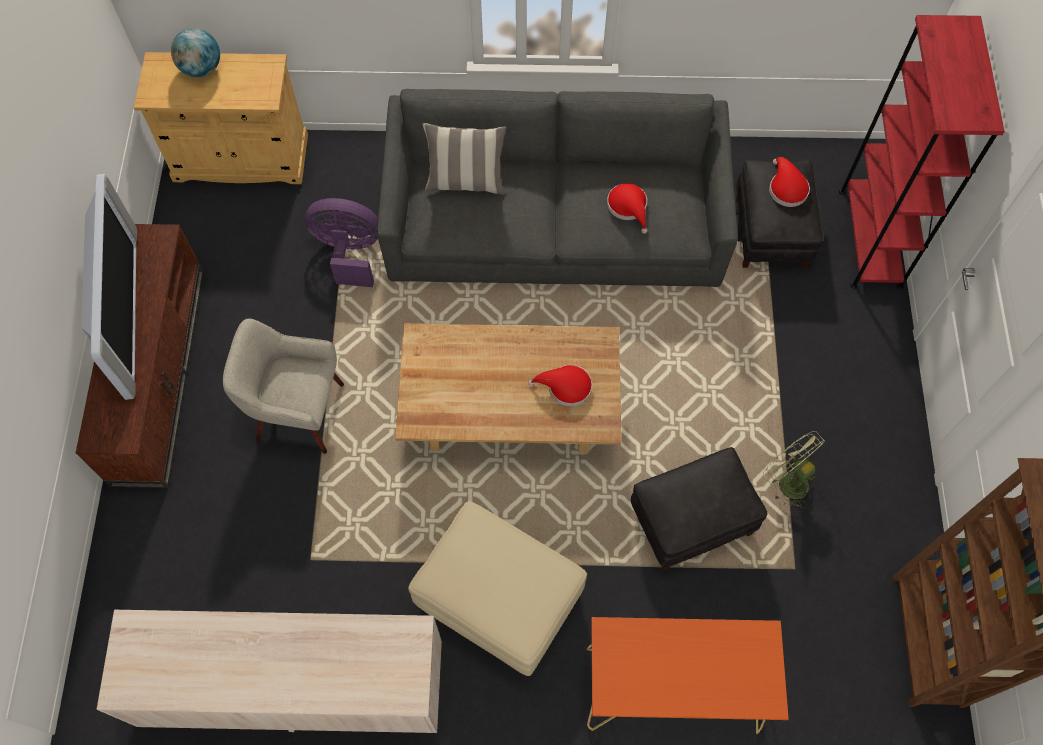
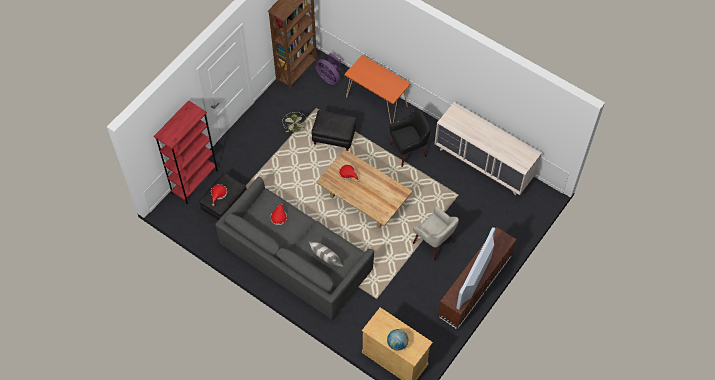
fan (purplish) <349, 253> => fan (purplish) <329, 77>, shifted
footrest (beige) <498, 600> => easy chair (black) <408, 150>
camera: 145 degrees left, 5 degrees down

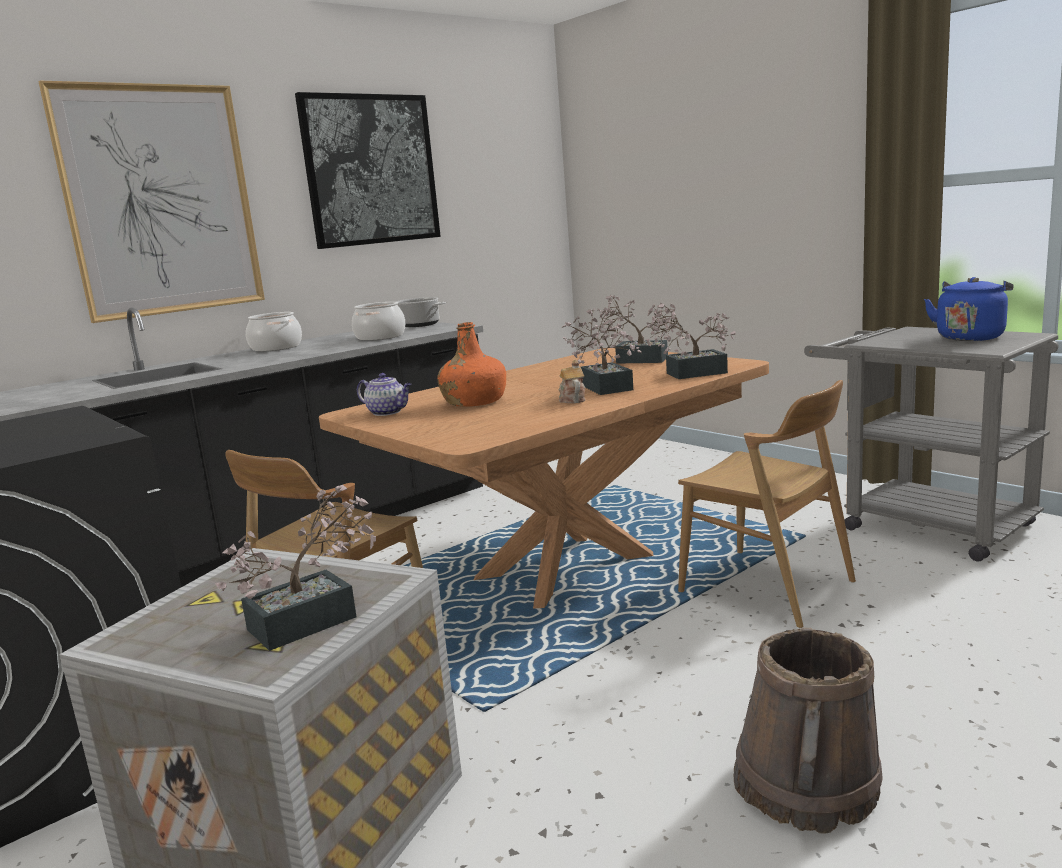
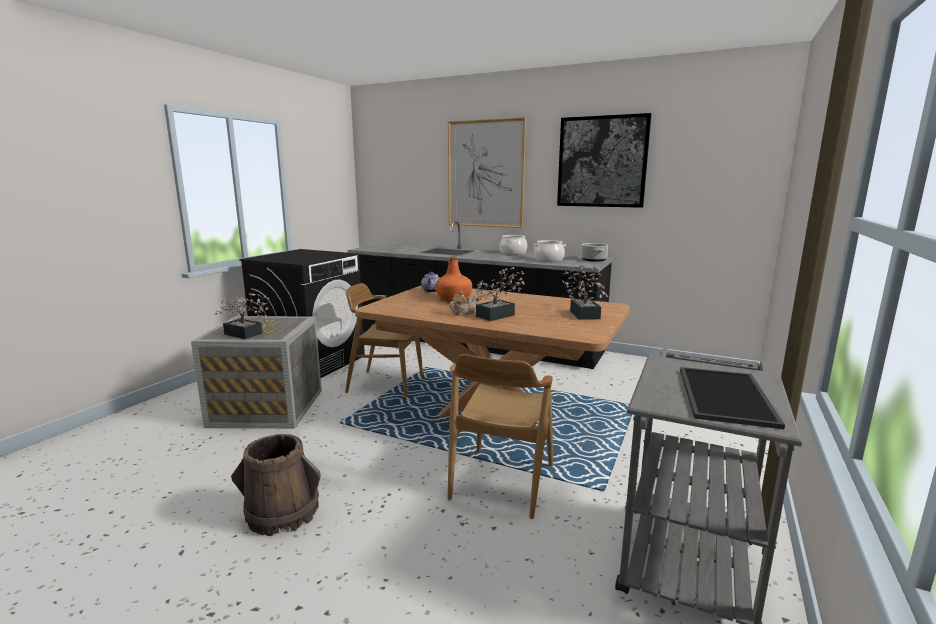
potted plant <689, 374> => nothing
kettle (bluish) <970, 337> => serving tray <727, 397>
camera: 65 degrees right, 0 degrees up

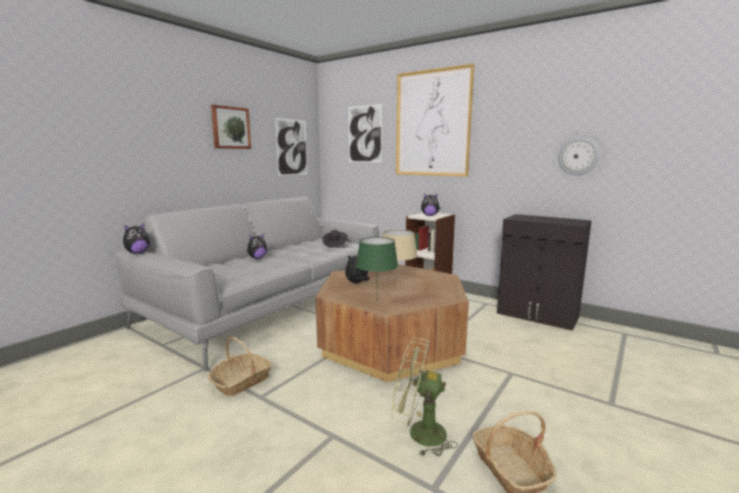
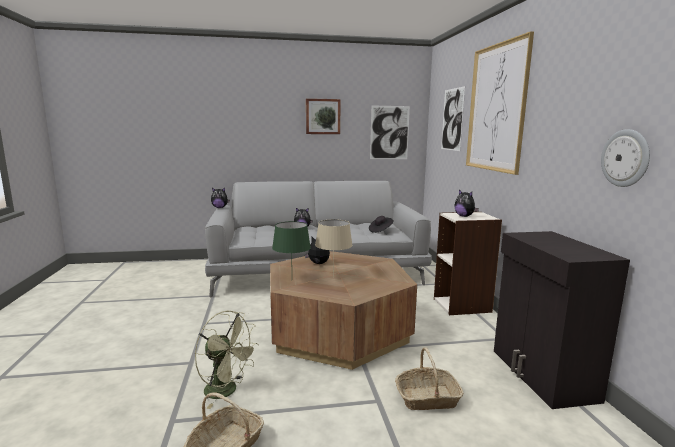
household basket <241, 381> => household basket <427, 398>, shifted
fan (green-coloured) <418, 434> => fan (green-coloured) <227, 391>, 150 degrees clockwise
camera: 45 degrees right, 0 degrees up

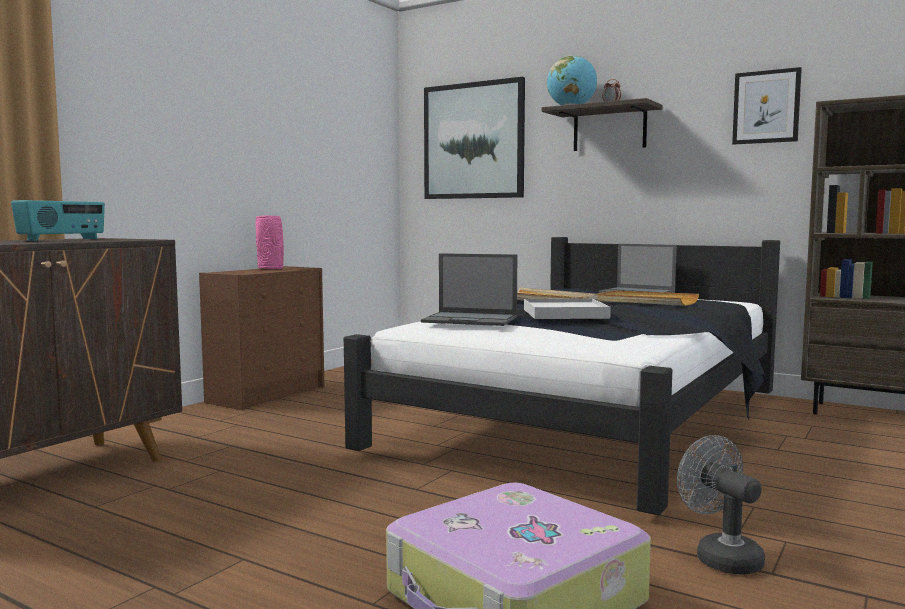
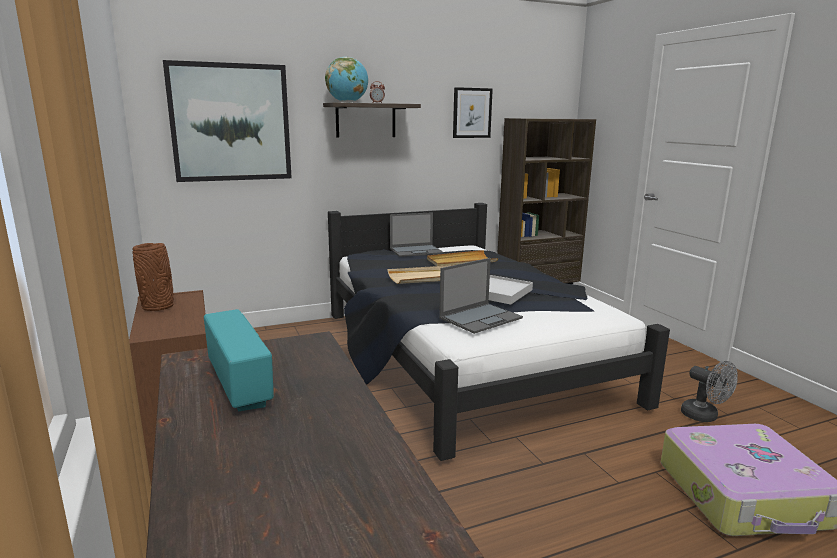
decorative vase (pink) <271, 268> => decorative vase (brown-coloured) <159, 307>
fan (gray) <720, 556> => fan (gray) <704, 417>, 135 degrees counterclockwise
camera: 55 degrees left, 10 degrees up

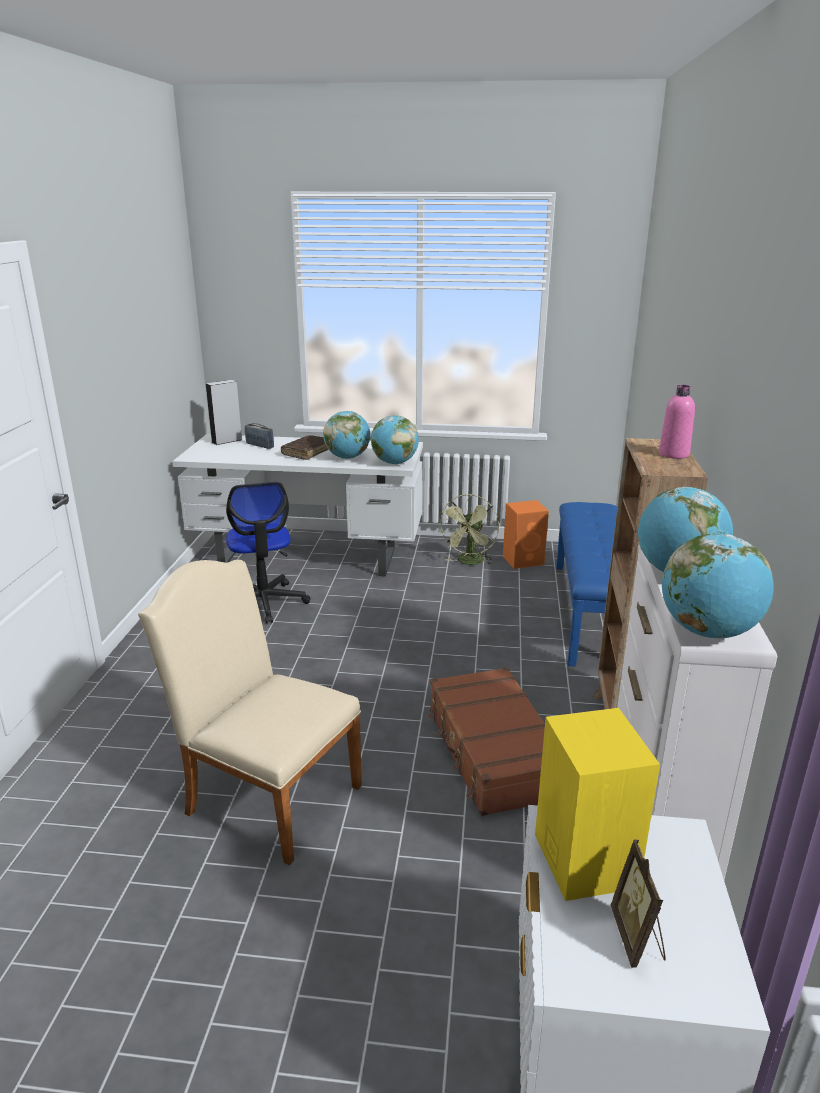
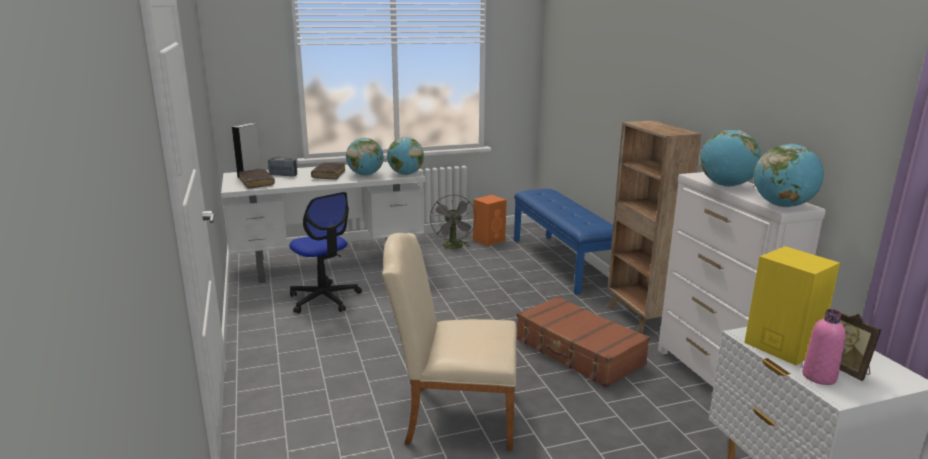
nothing => book (brown-coloured) <257, 183>
beverage bottle (pink) <673, 454> => beverage bottle (pink) <819, 377>, shifted
fan (green-coloured) <469, 562> => fan (gray) <454, 247>
camera: 25 degrees left, 5 degrees down

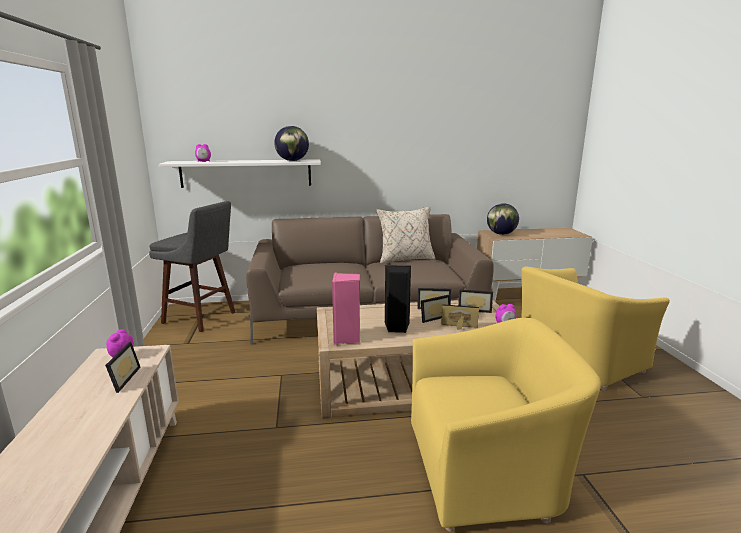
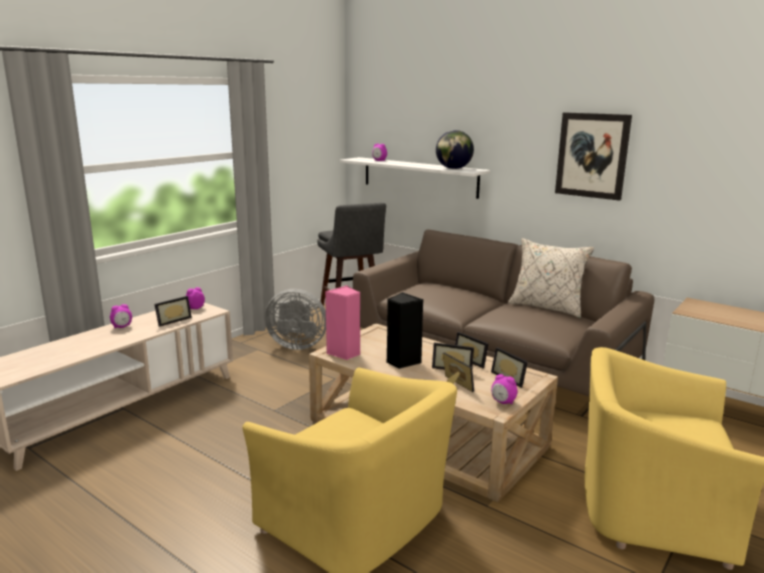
desk globe <501, 234> => nothing
nothing => bedside clock <122, 327>
nothing => fan (gray) <297, 345>
nothing => picture <592, 155>
camera: 45 degrees right, 0 degrees up

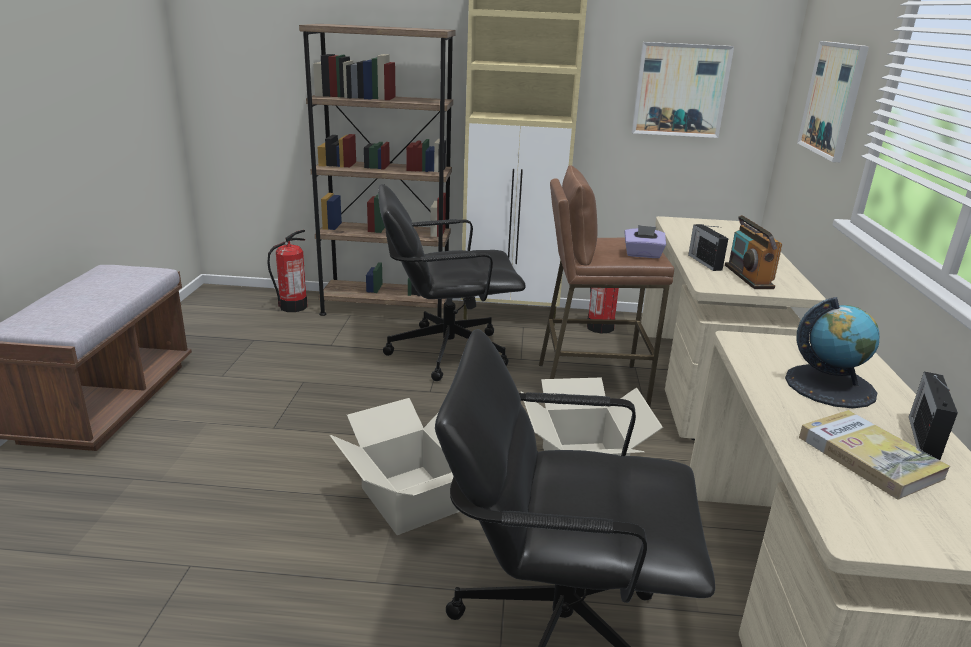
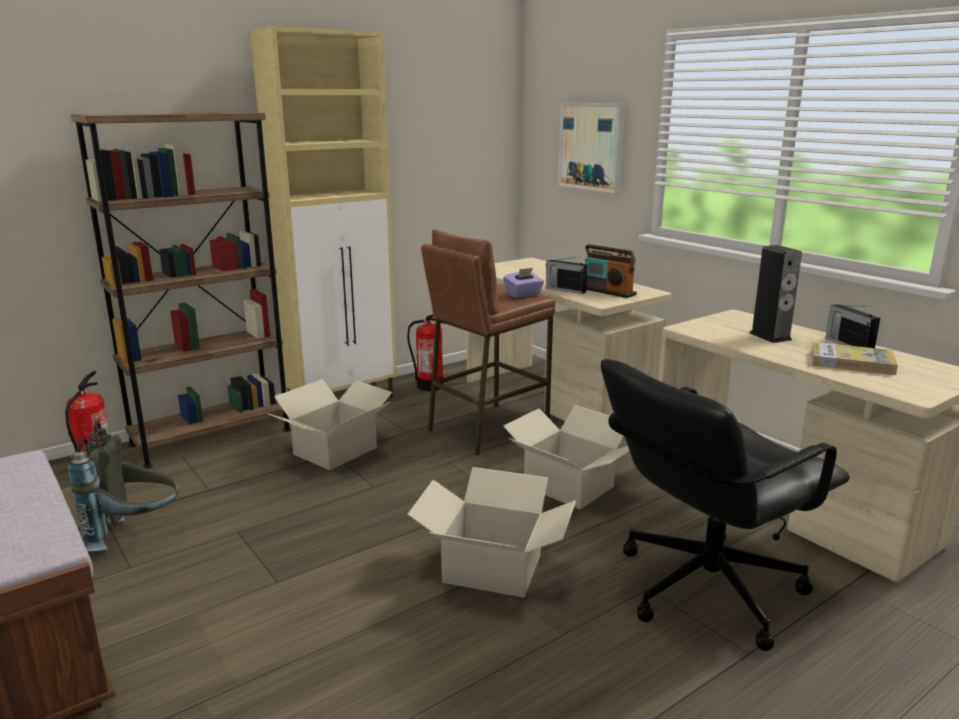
picture <680, 90> => nothing
nothing => knapsack (gray) <136, 534>
office chair (black) <446, 351> => cardboard box <334, 451>
desk globe <830, 386> => audio speaker <770, 336>
camera: 40 degrees left, 5 degrees down

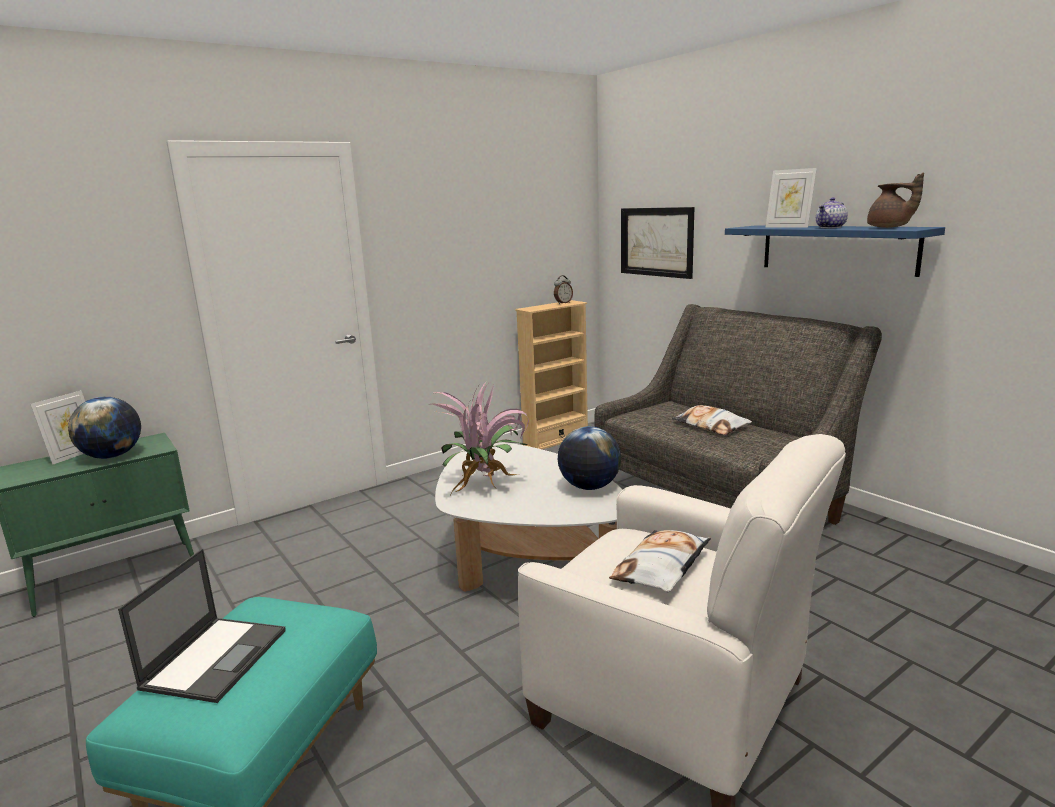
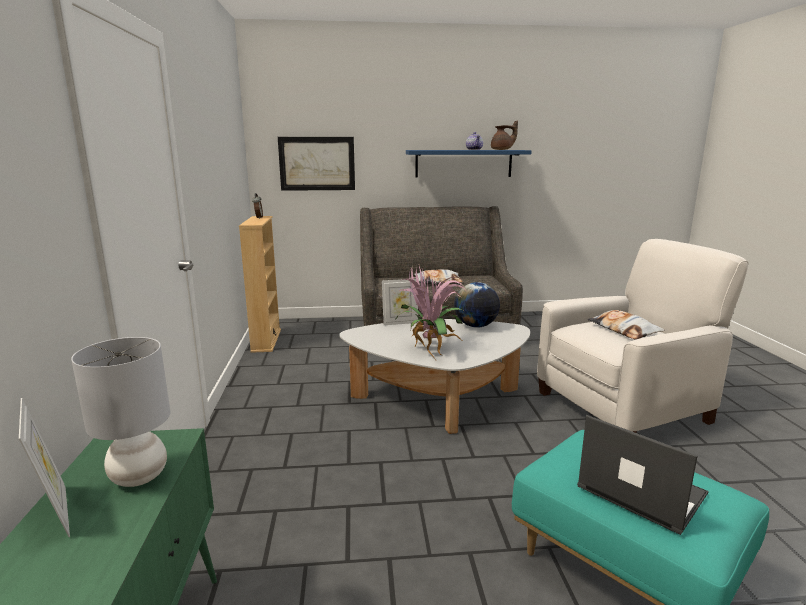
standing frame <788, 227> => standing frame <400, 323>, shifted
desk globe <112, 456> => lamp for a table (gray) <139, 476>
camera: 60 degrees left, 0 degrees up

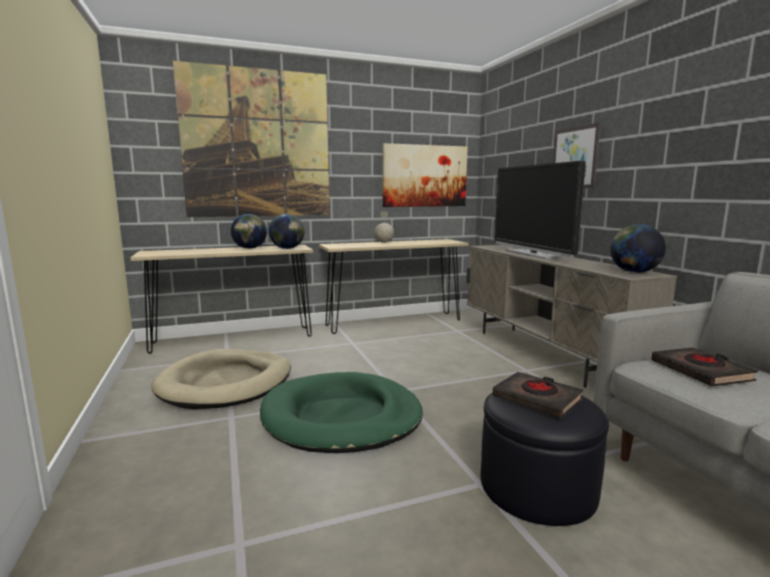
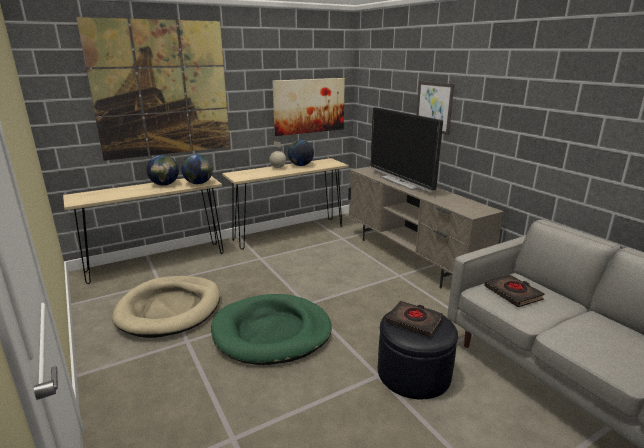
desk globe <634, 272> => desk globe <301, 165>, shifted
camera: 10 degrees left, 10 degrees up

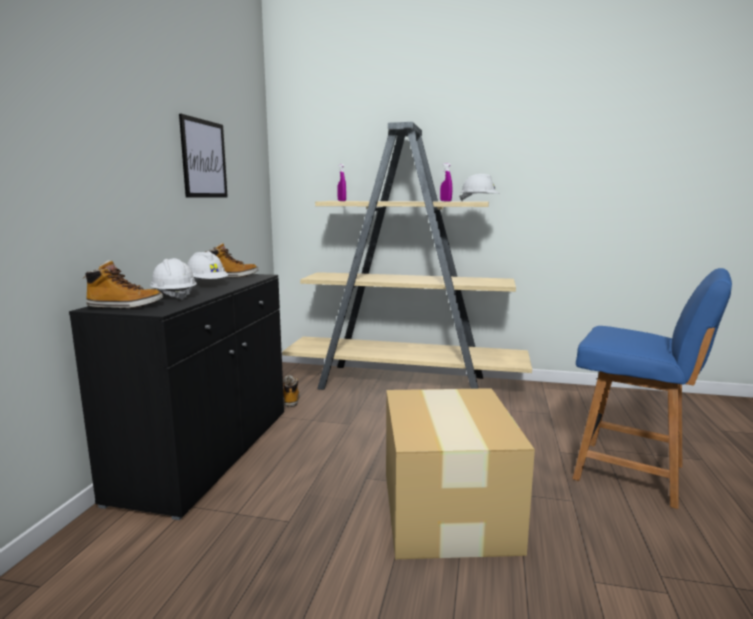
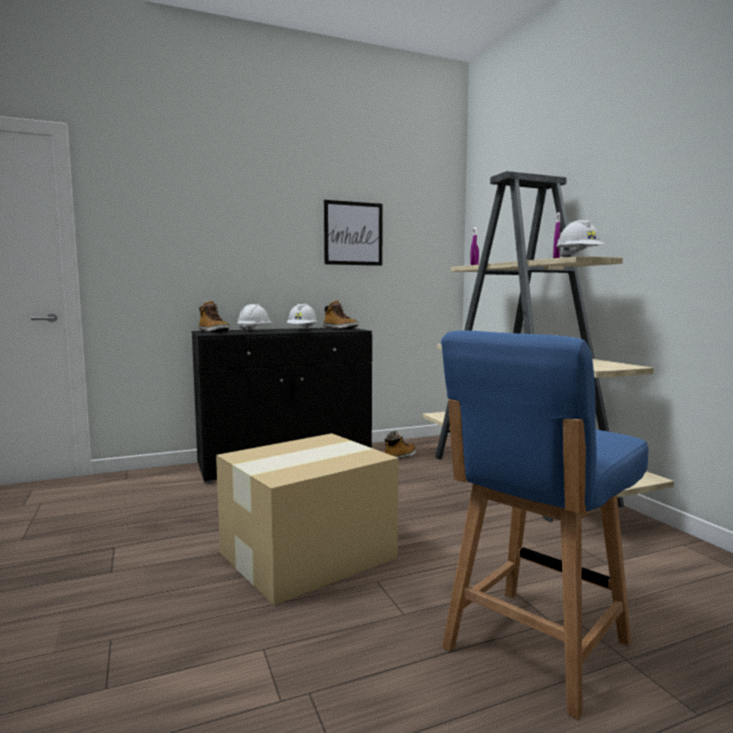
plain chair (bluish) <632, 473> => plain chair (bluish) <534, 647>, 45 degrees clockwise
camera: 55 degrees right, 5 degrees down

